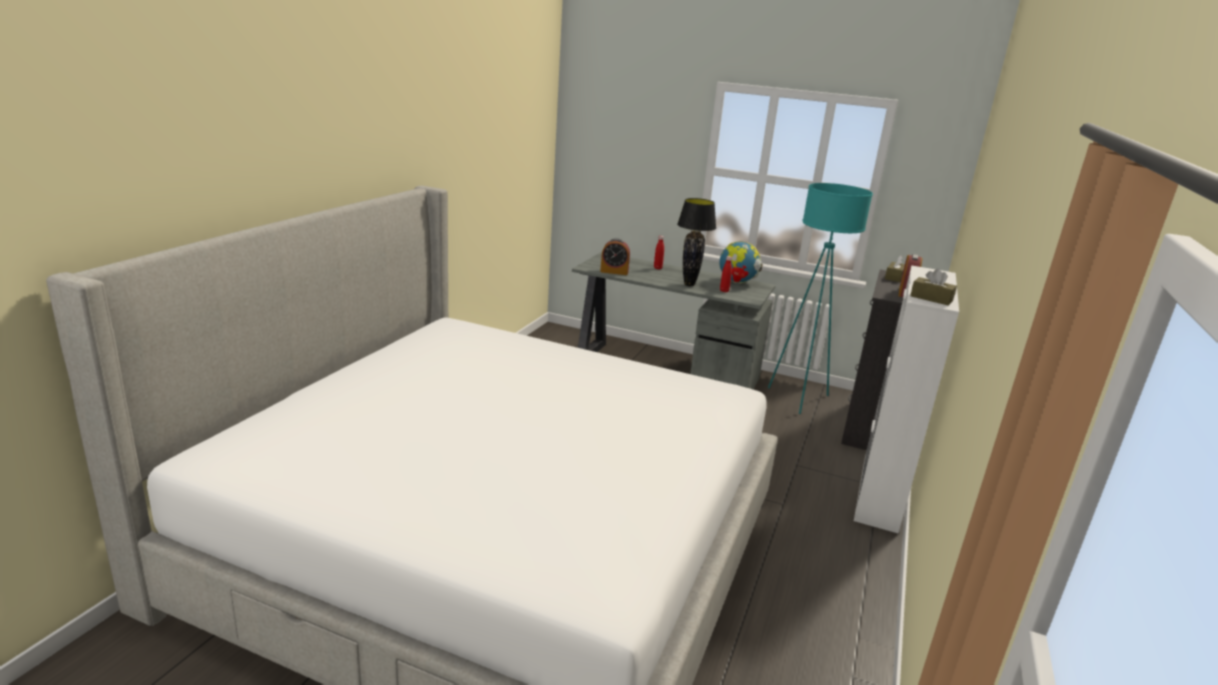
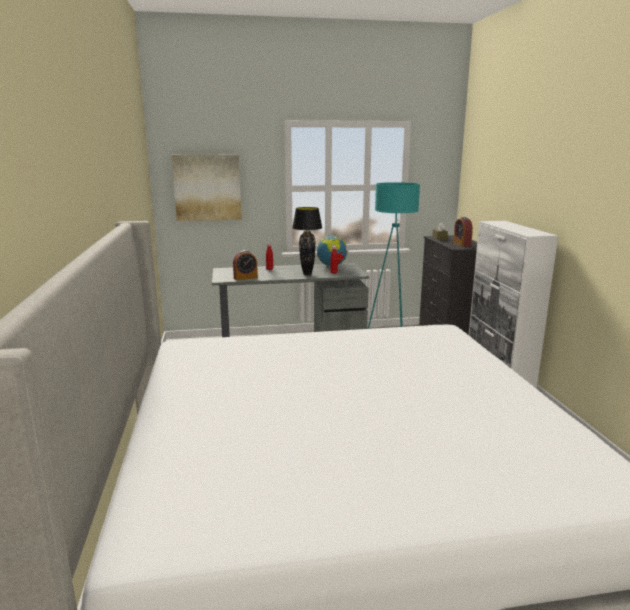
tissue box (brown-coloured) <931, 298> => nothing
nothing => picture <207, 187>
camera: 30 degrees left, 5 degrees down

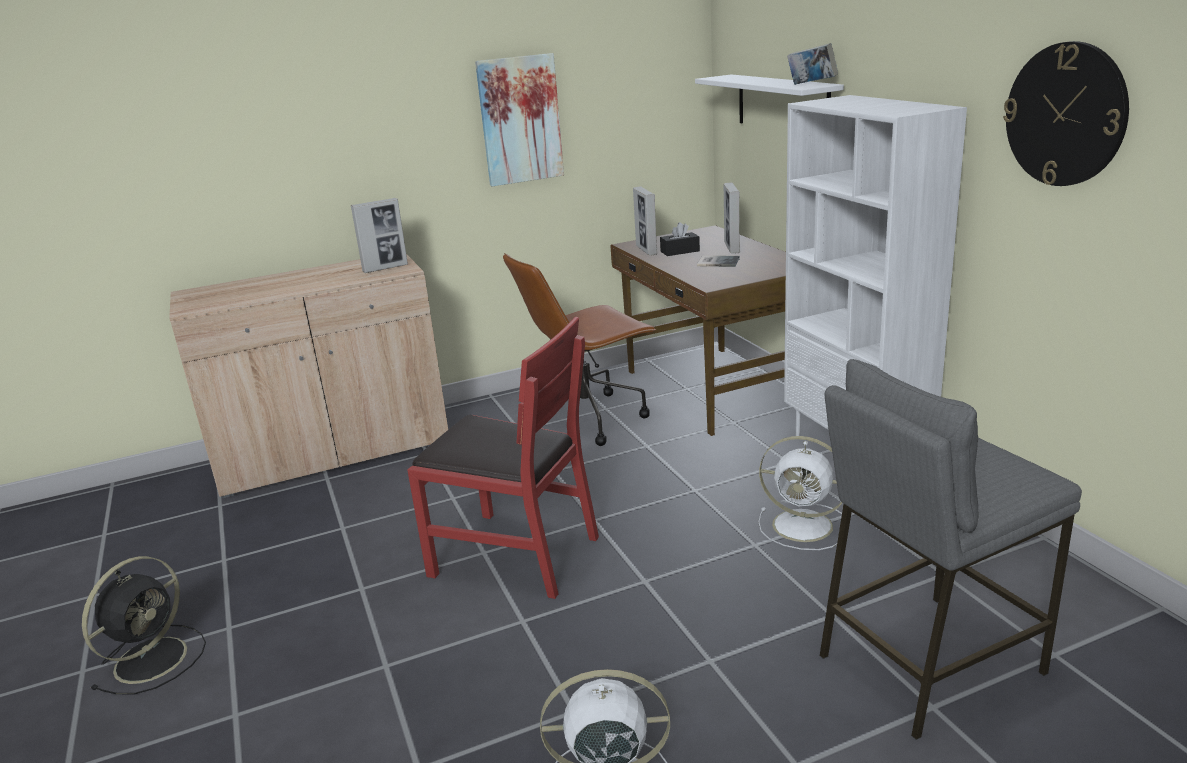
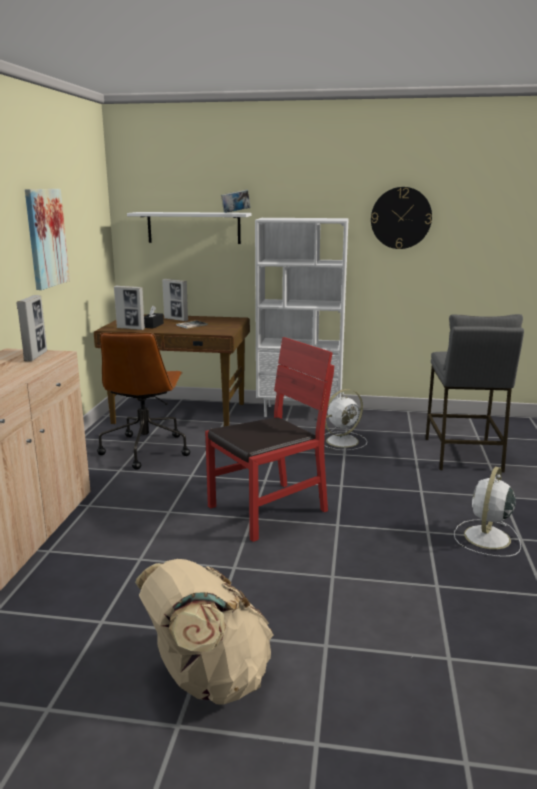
fan (black) <153, 658> => knapsack (beige) <207, 678>
camera: 60 degrees left, 5 degrees down

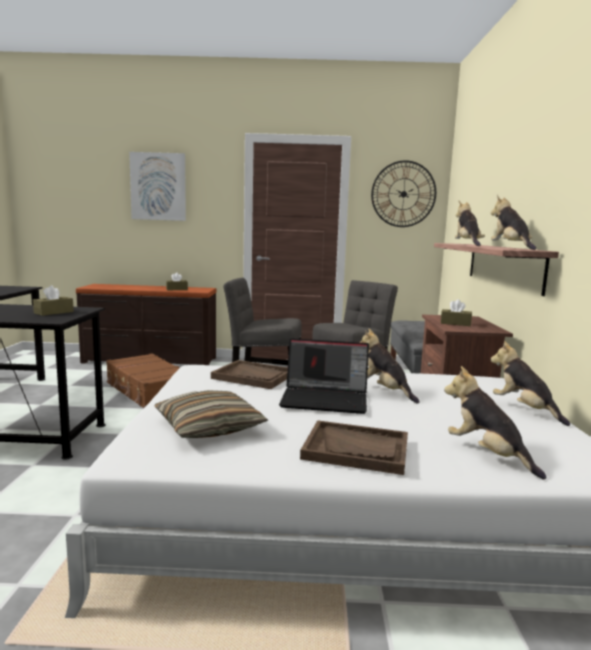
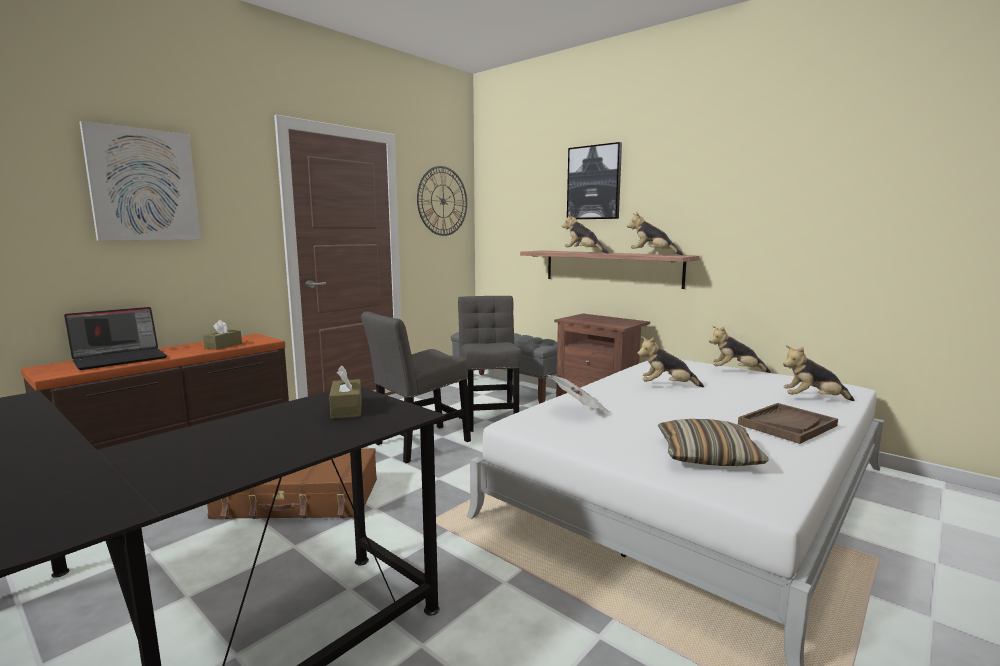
tissue box (brown-coloured) <455, 323> => nothing
nothing => picture <594, 182>
notebook computer <326, 399> => notebook computer <121, 359>, shifted
serving tray (brown-coloured) <253, 376> => daily paper <579, 410>
camera: 50 degrees left, 0 degrees up

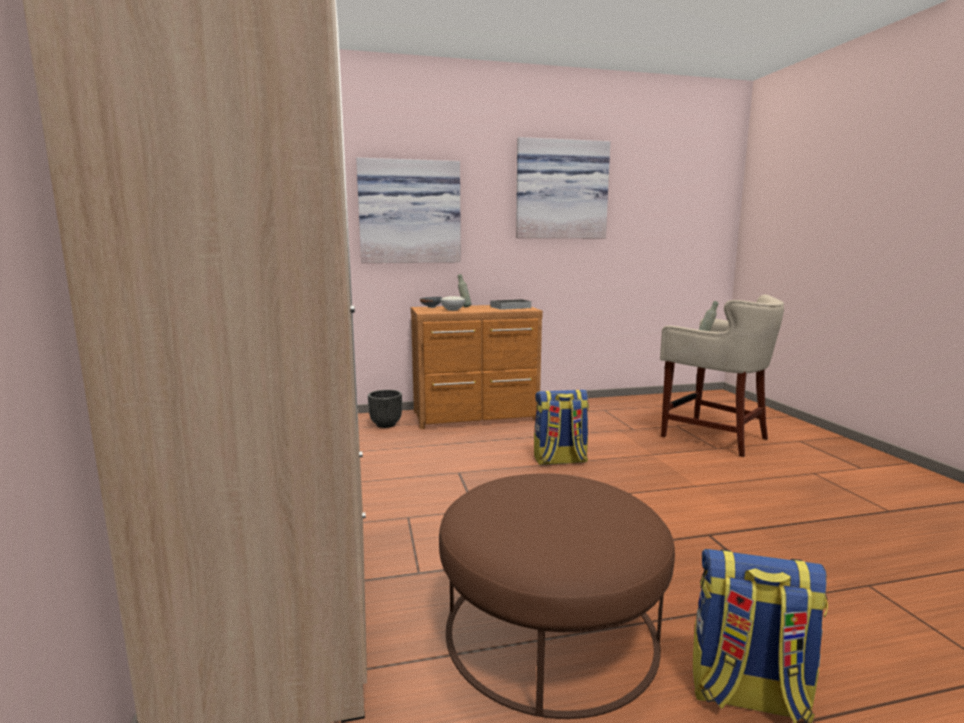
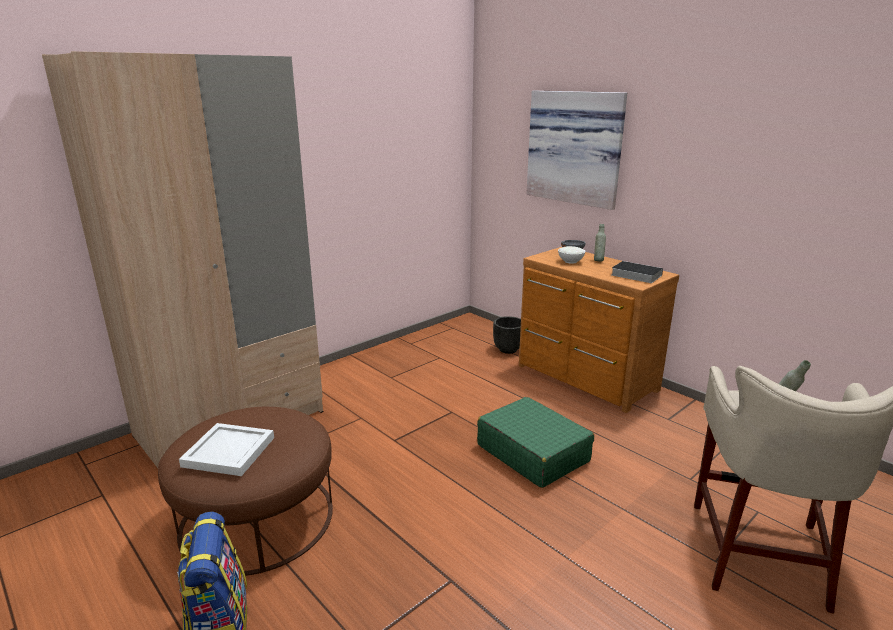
picture <561, 190> => nothing
nothing => serving tray (whitish) <230, 451>
knapsack <559, 460> => travel case (green-coloured) <532, 453>
camera: 60 degrees right, 10 degrees up

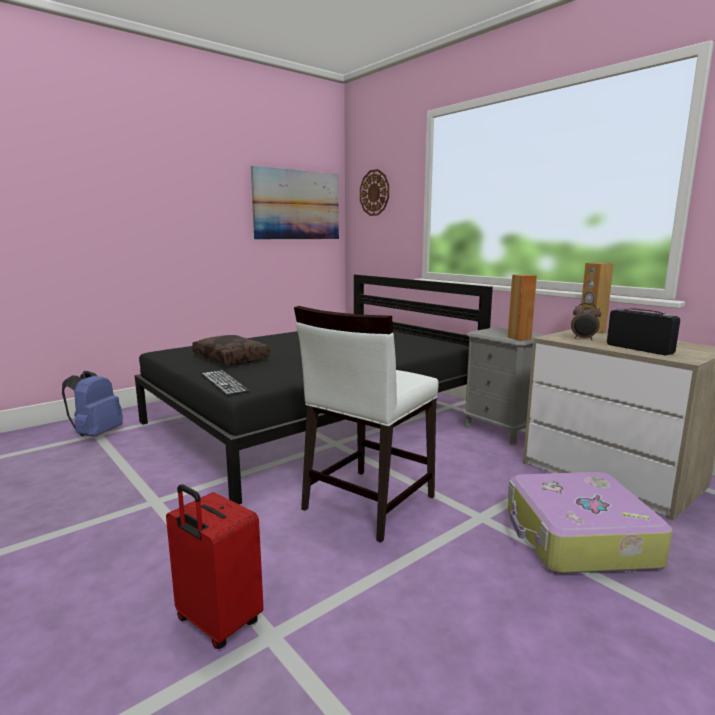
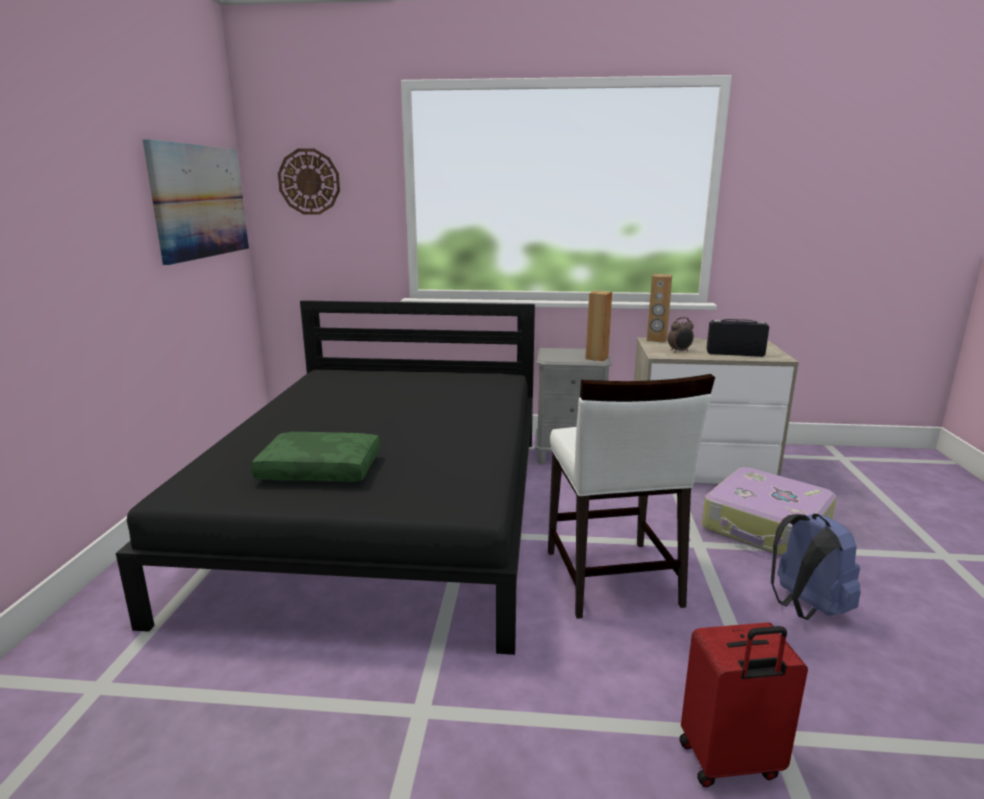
keyboard <224, 382> => nothing
knapsack (bluish) <96, 434> => knapsack (bluish) <805, 607>, shifted
throw pillow (brown-coloured) <232, 359> => throw pillow (green-coloured) <321, 469>
camera: 45 degrees left, 5 degrees up

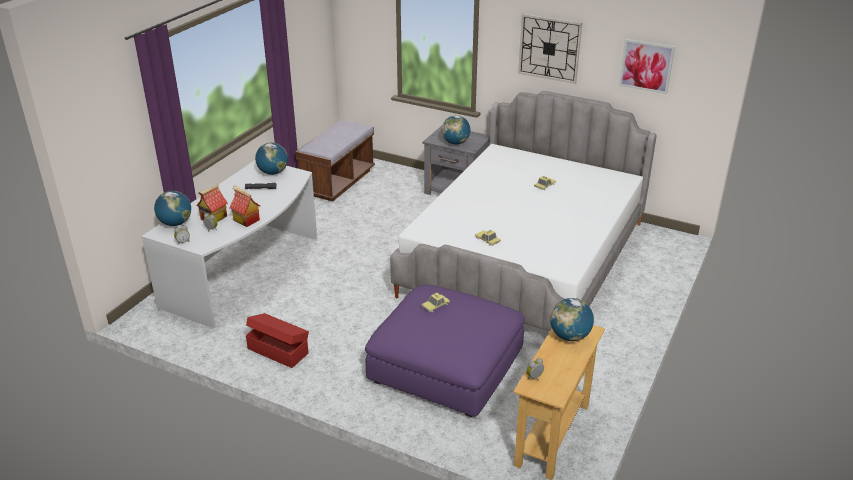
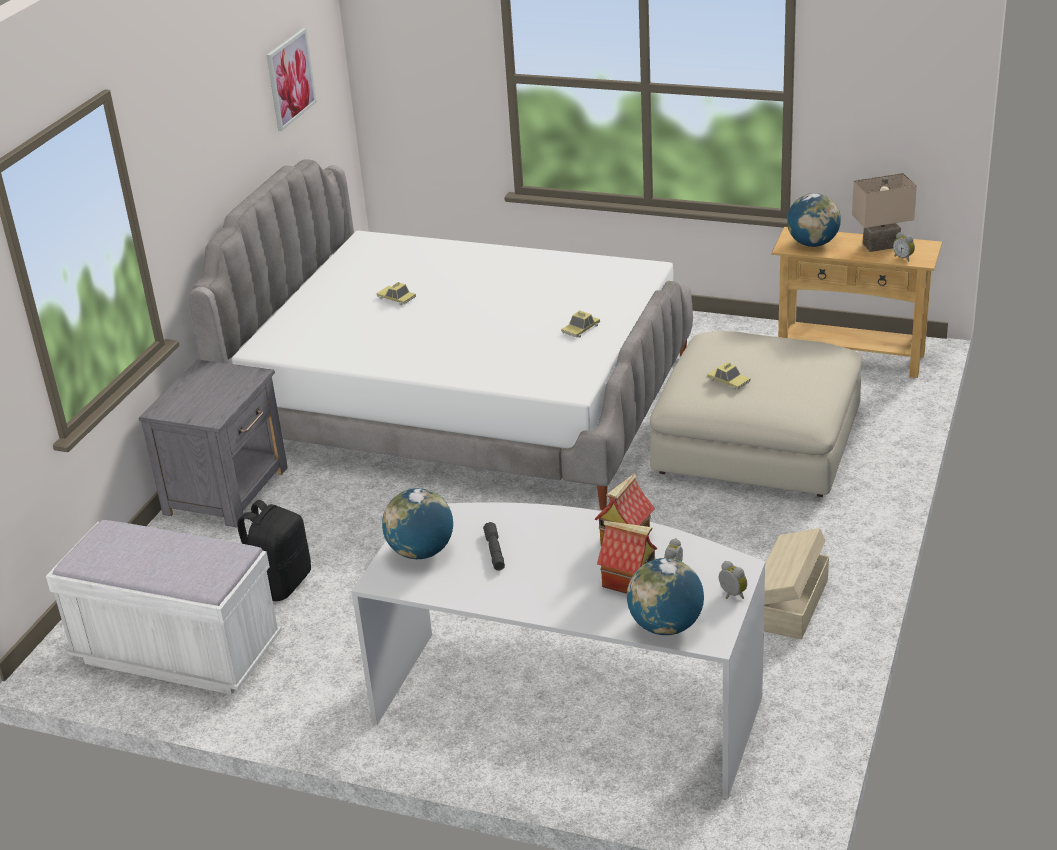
desk globe <455, 143> => nothing
wall clock <549, 48> => nothing
nothing => knapsack (black) <280, 583>
nothing => lamp for a table (beige) <881, 246>
storage box (red) <278, 350> => storage box (beige) <790, 604>
long seat (brown-coloured) <338, 182> => long seat (whitish) <177, 653>
footrest (purplish) <446, 365> => footrest (beige) <757, 442>
camera: 95 degrees left, 0 degrees up

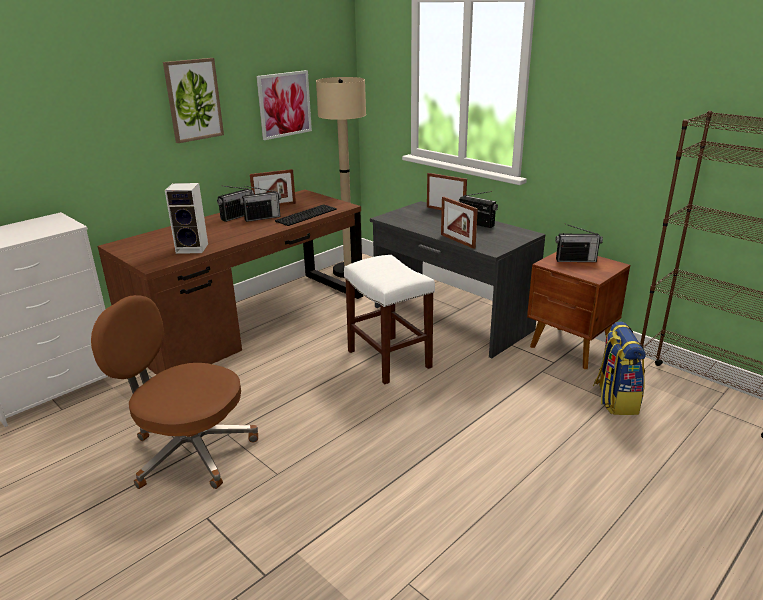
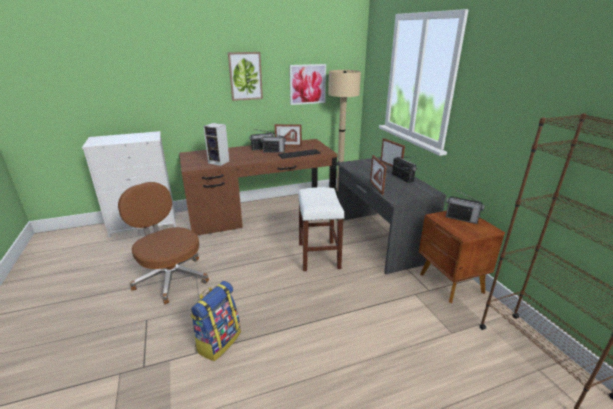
knapsack <615, 399> => knapsack <218, 341>, shifted
camera: 25 degrees right, 0 degrees up

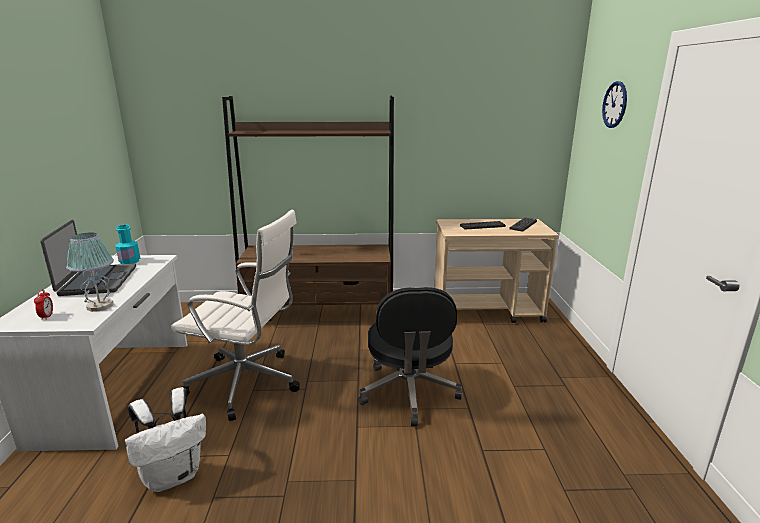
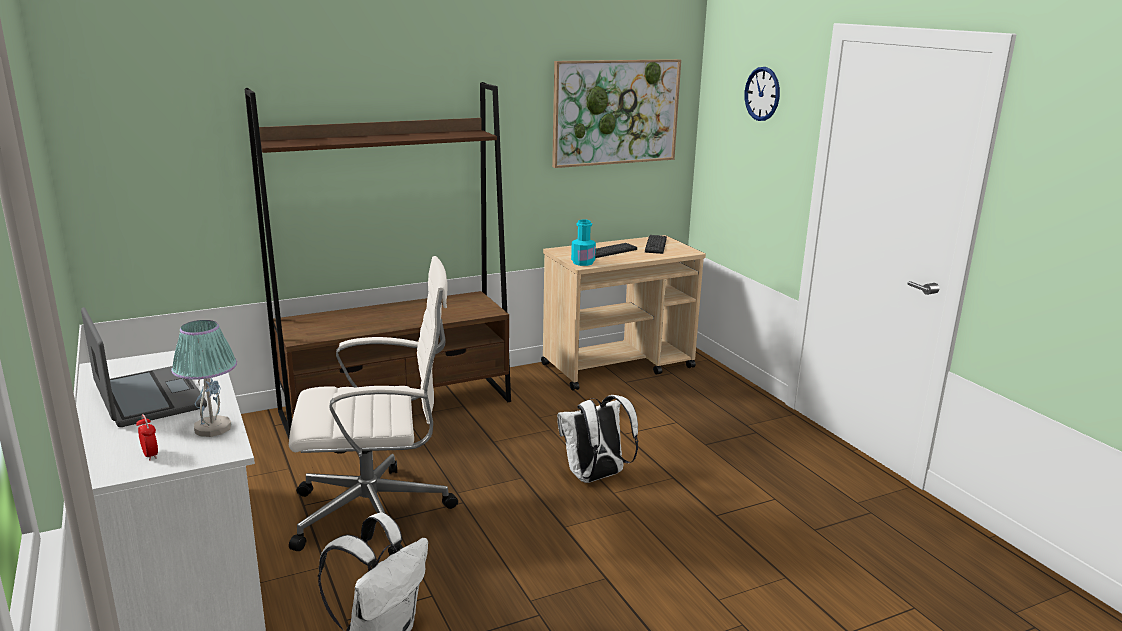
nothing => picture <615, 112>
beverage bottle (turquoise-coloured) <130, 261> => beverage bottle (turquoise-coloured) <583, 262>, shifted
office chair (black) <409, 393> => knapsack (whitish) <595, 477>
camera: 25 degrees left, 0 degrees up

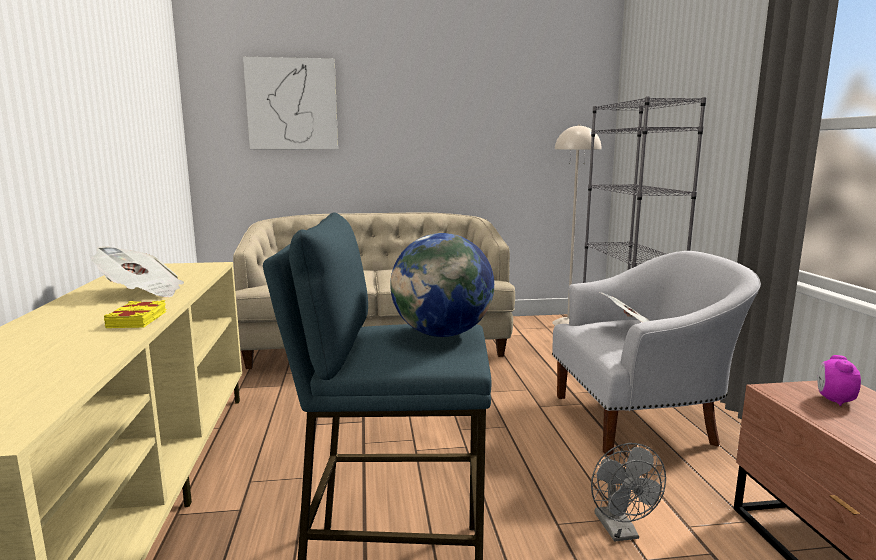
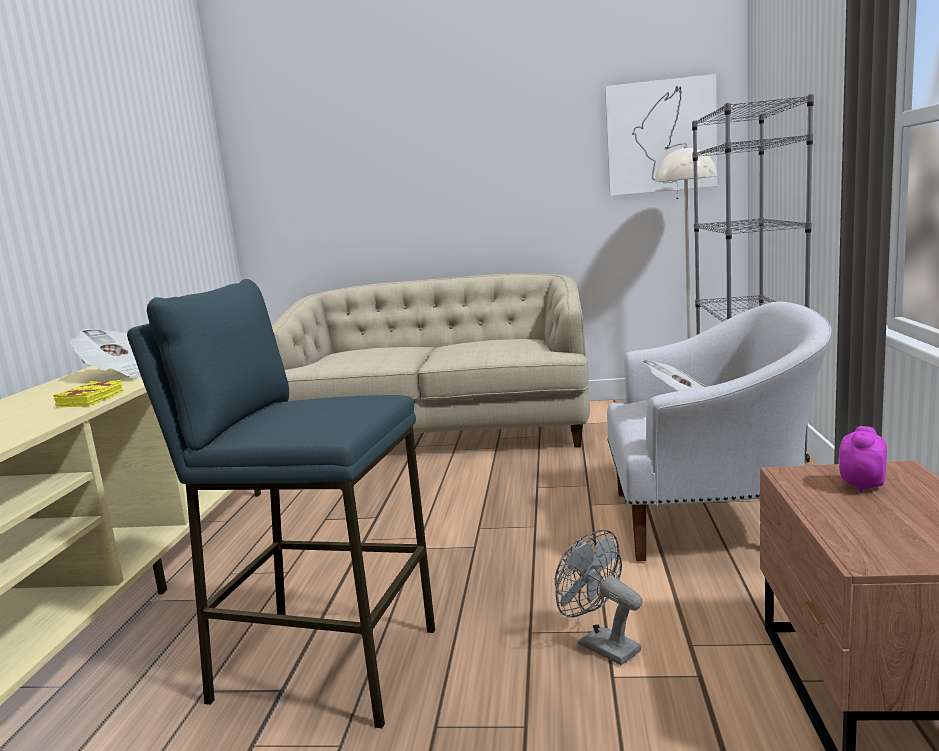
desk globe <442, 334> => nothing
picture <292, 104> => picture <661, 136>, shifted
fan (gray) <620, 531> => fan (gray) <600, 645>, 135 degrees clockwise
camera: 15 degrees right, 0 degrees up

